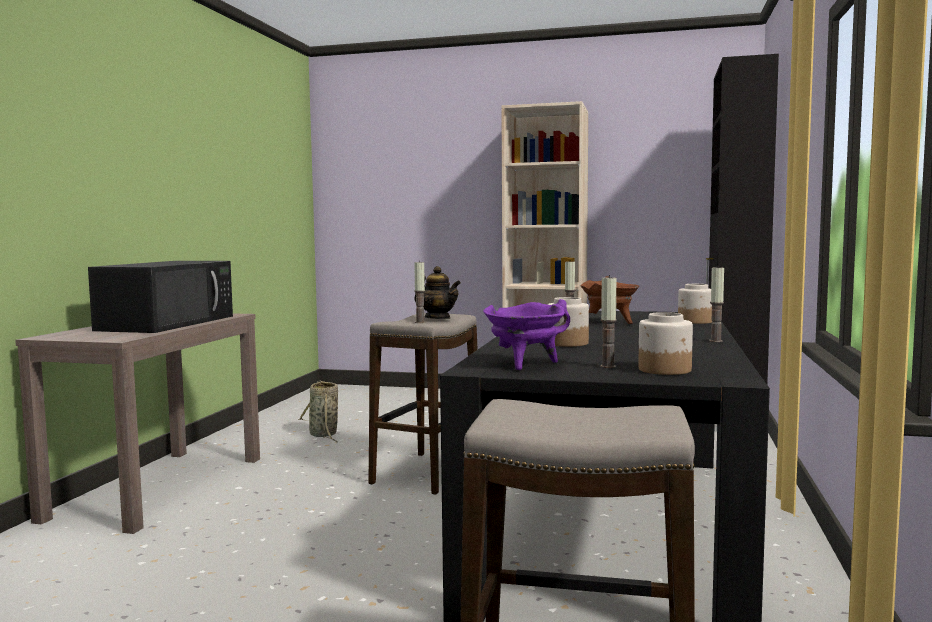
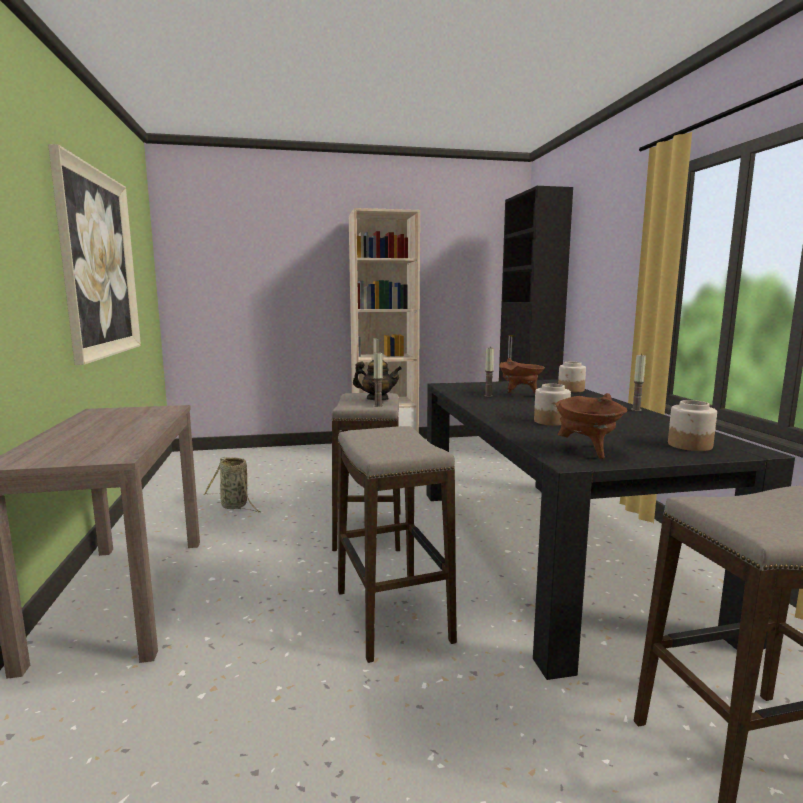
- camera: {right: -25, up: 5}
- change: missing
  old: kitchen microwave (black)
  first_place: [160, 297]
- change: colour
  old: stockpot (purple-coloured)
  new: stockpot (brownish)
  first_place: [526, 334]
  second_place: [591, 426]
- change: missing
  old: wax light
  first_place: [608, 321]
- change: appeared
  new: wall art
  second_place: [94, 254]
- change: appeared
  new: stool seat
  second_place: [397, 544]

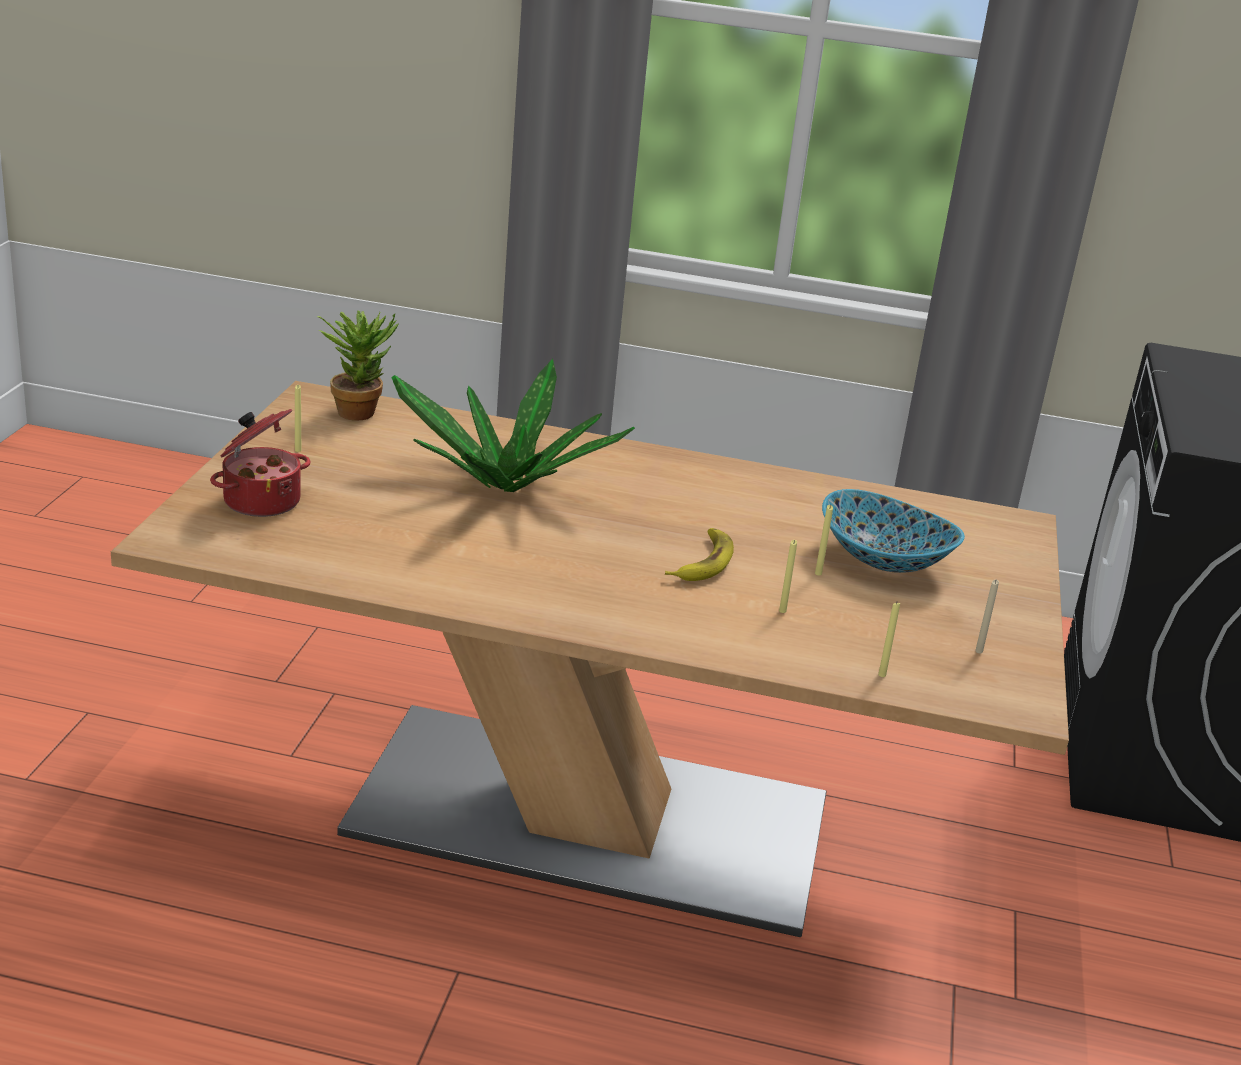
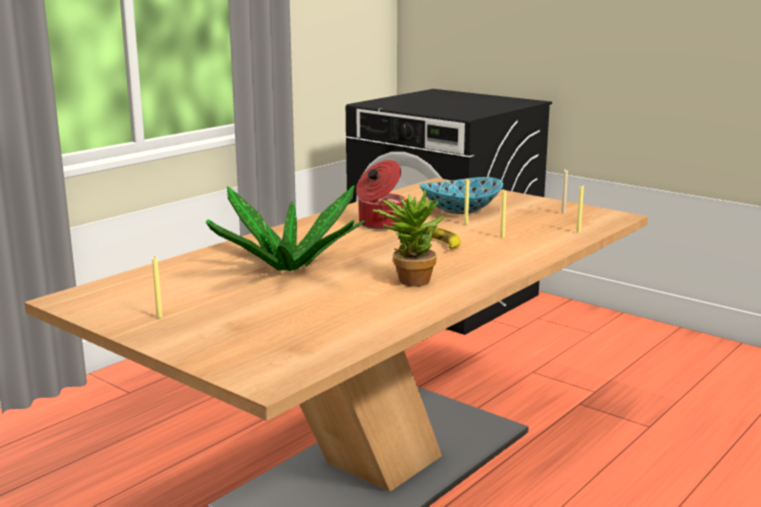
- camera: {right: -60, up: -10}
- change: relocated
  old: stockpot
  first_place: [260, 463]
  second_place: [381, 195]
- change: relocated
  old: potted plant
  first_place: [358, 365]
  second_place: [409, 237]

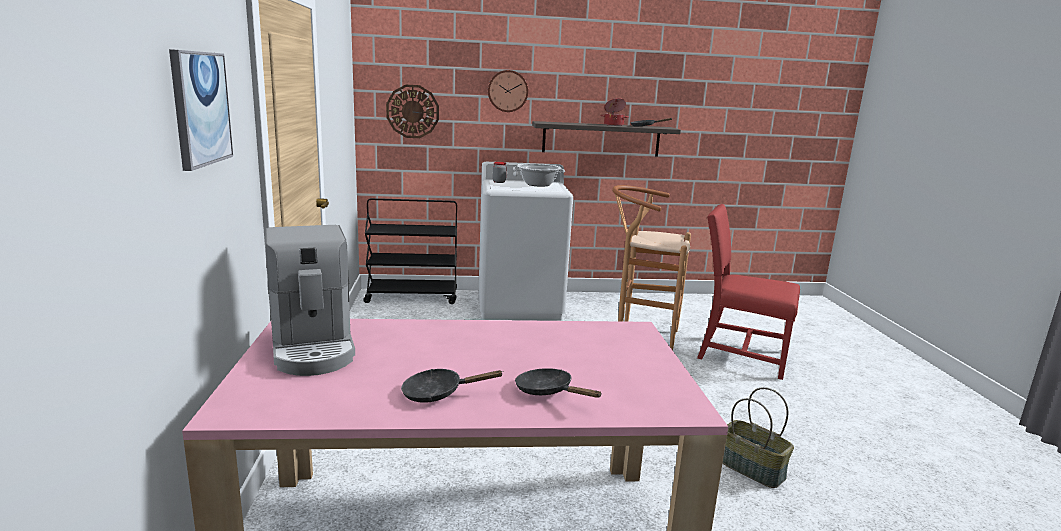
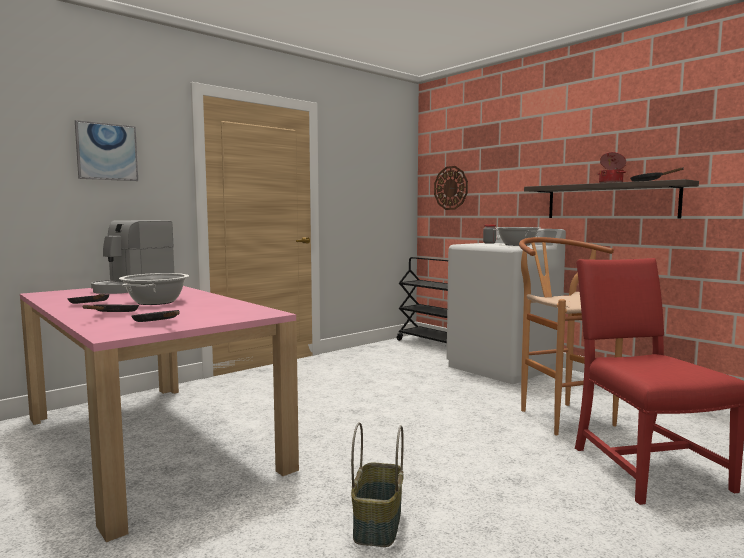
- camera: {right: 55, up: -10}
- change: missing
  old: wall clock
  first_place: [508, 91]
- change: appeared
  new: stockpot
  second_place: [154, 289]
- change: appeared
  new: skillet (black)
  second_place: [155, 316]

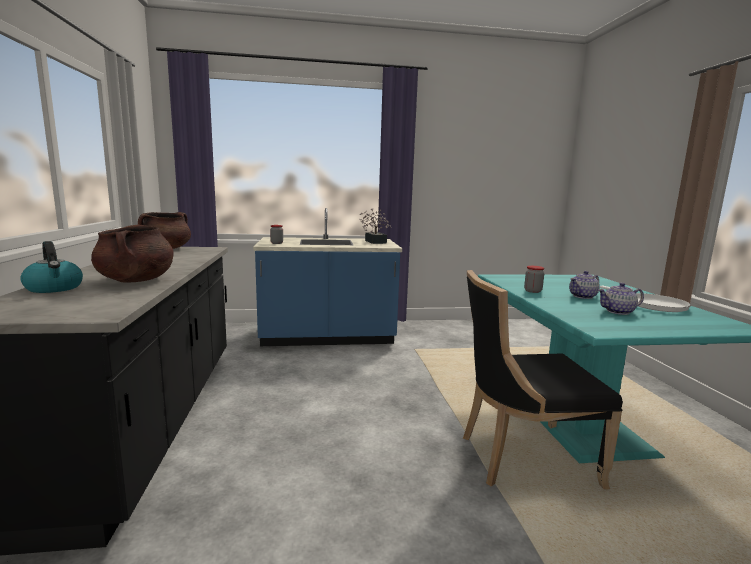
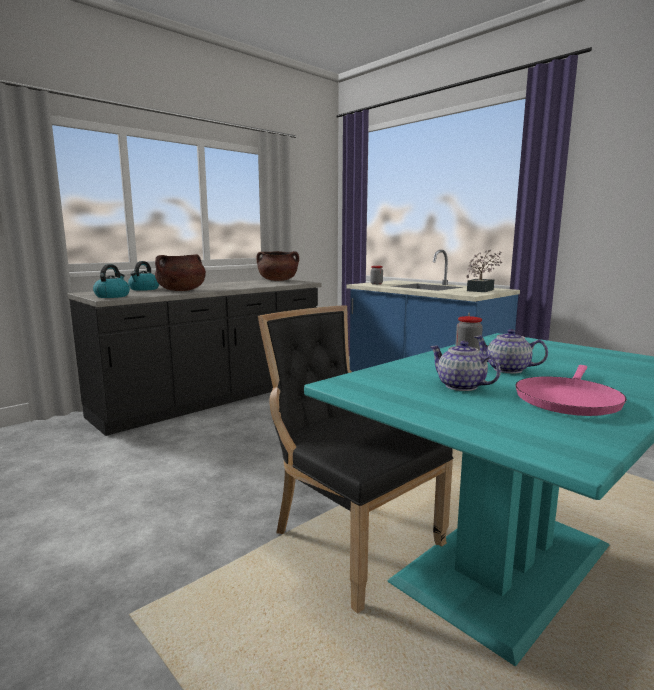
- camera: {right: 55, up: 0}
- change: colour
  old: skillet (white-coloured)
  new: skillet (pink-coloured)
  first_place: [645, 299]
  second_place: [571, 390]
- change: appeared
  new: tea kettle
  second_place: [111, 281]

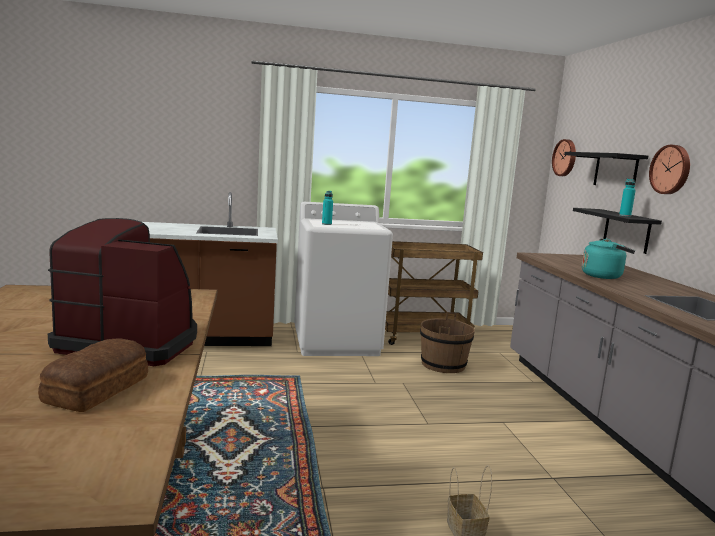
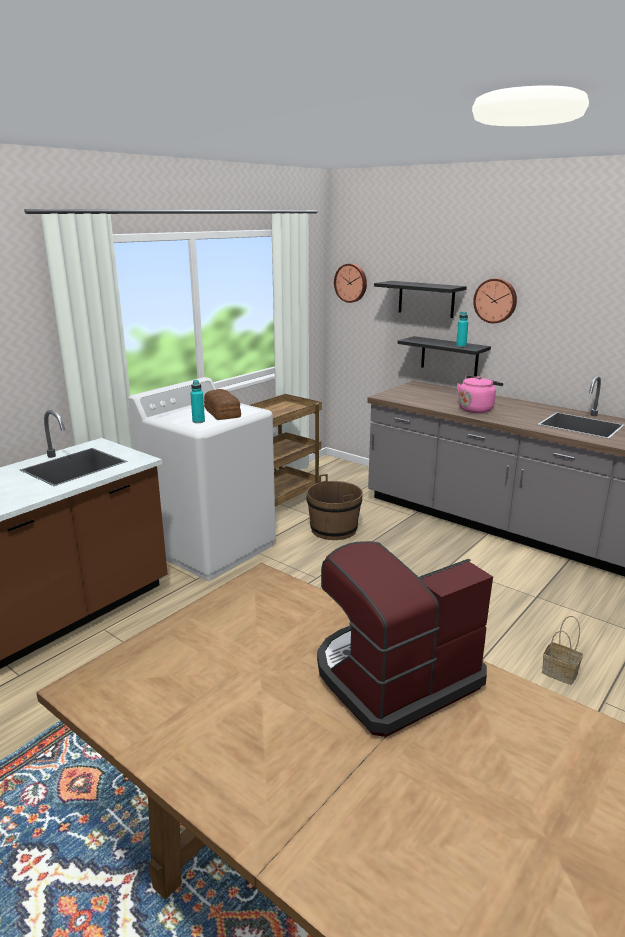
- camera: {right: -40, up: 10}
- change: relocated
  old: baked bread
  first_place: [93, 375]
  second_place: [222, 404]
- change: colour
  old: tea kettle (turquoise)
  new: tea kettle (pink-coloured)
  first_place: [608, 259]
  second_place: [480, 394]

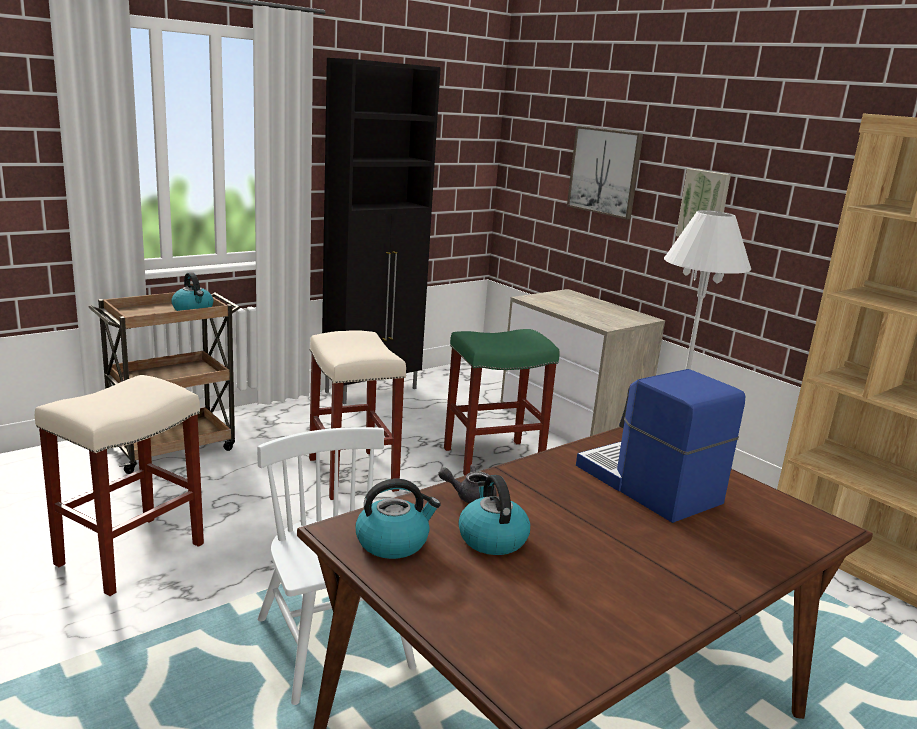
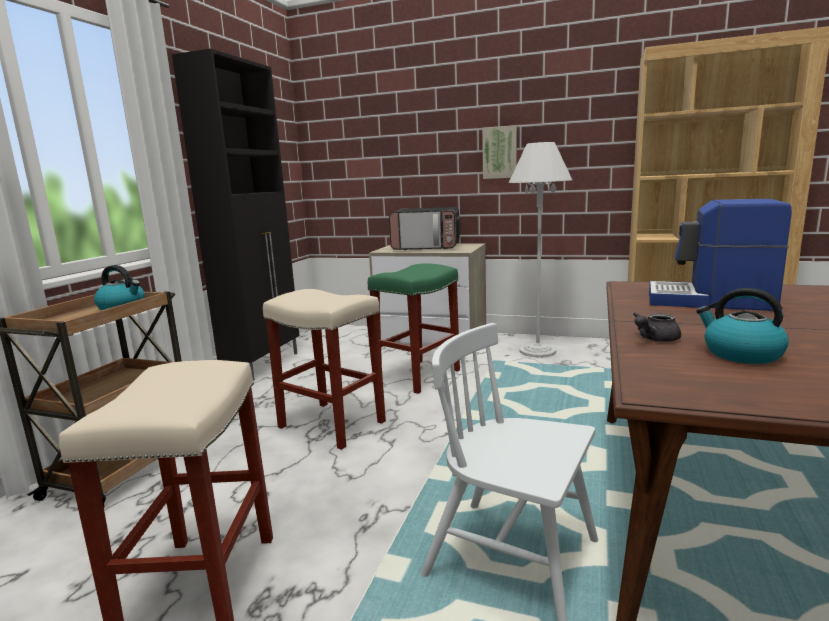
- camera: {right: -30, up: -5}
- change: missing
  old: tea kettle
  first_place: [398, 519]
- change: missing
  old: wall art
  first_place: [605, 172]
- change: appeared
  new: kitchen microwave
  second_place: [425, 228]

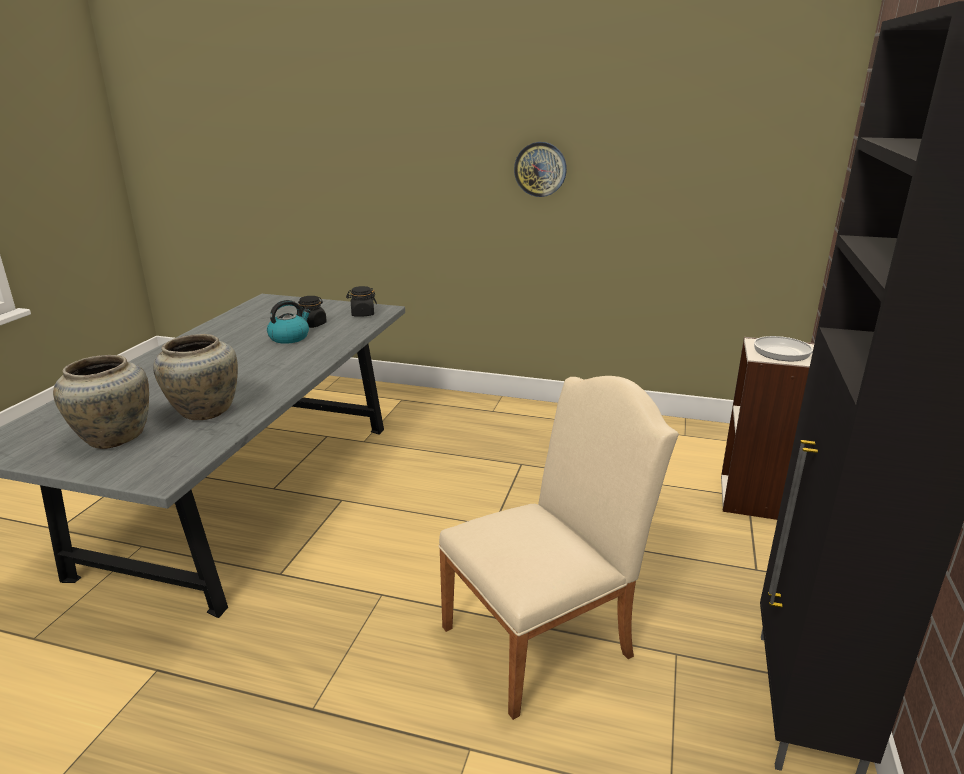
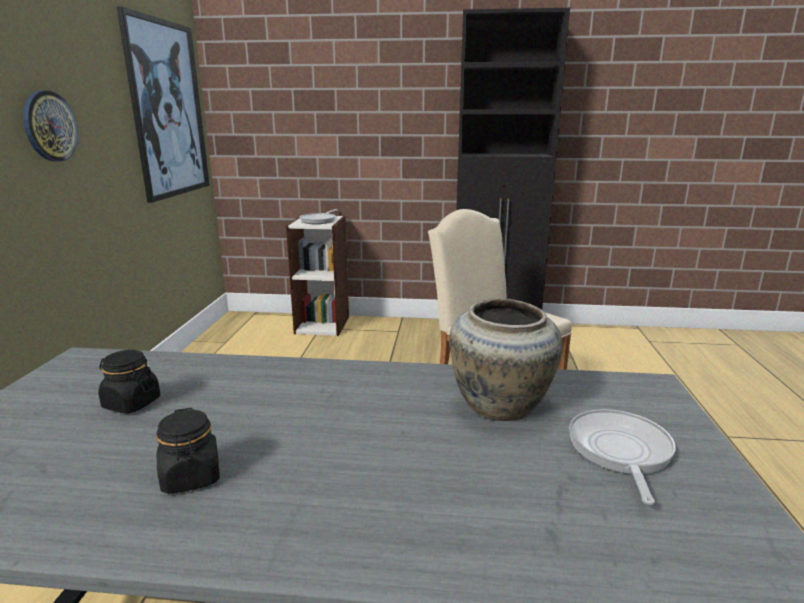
- camera: {right: -100, up: -5}
- change: exchanged
  old: flower vase (sand-coloured)
  new: skillet
  first_place: [101, 402]
  second_place: [622, 457]
- change: missing
  old: tea kettle
  first_place: [289, 322]
- change: relocated
  old: jar (black)
  first_place: [361, 301]
  second_place: [188, 451]
- change: appeared
  new: wall art
  second_place: [163, 105]

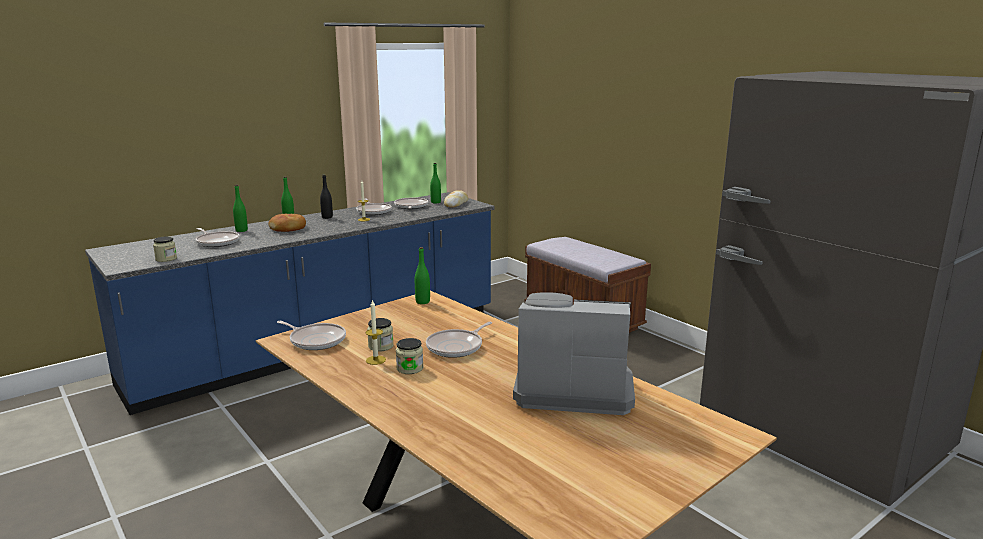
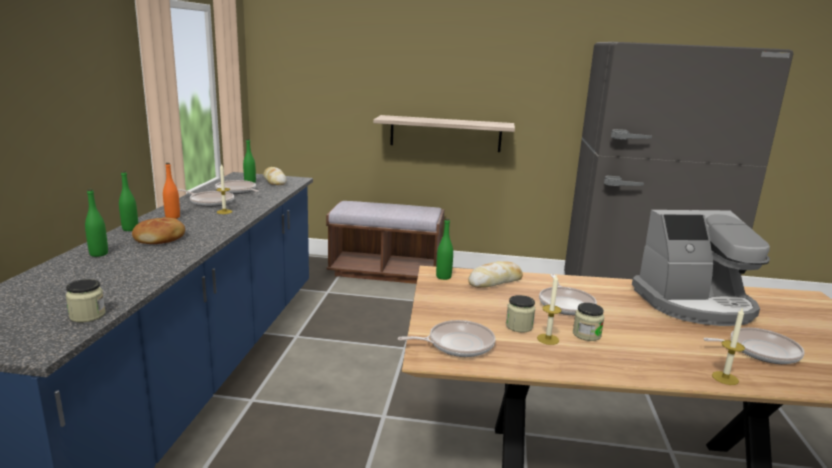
- camera: {right: -45, up: 0}
- change: relocated
  old: skillet
  first_place: [218, 237]
  second_place: [754, 345]
- change: colour
  old: bottle (black)
  new: bottle (orangey)
  first_place: [326, 196]
  second_place: [171, 191]
- change: spun
  old: coffee maker
  first_place: [574, 353]
  second_place: [701, 268]
  degrees: -150
- change: appeared
  new: shelf
  second_place: [444, 133]
- change: appeared
  new: baked bread
  second_place: [495, 274]
- change: appeared
  new: wax light
  second_place: [728, 346]

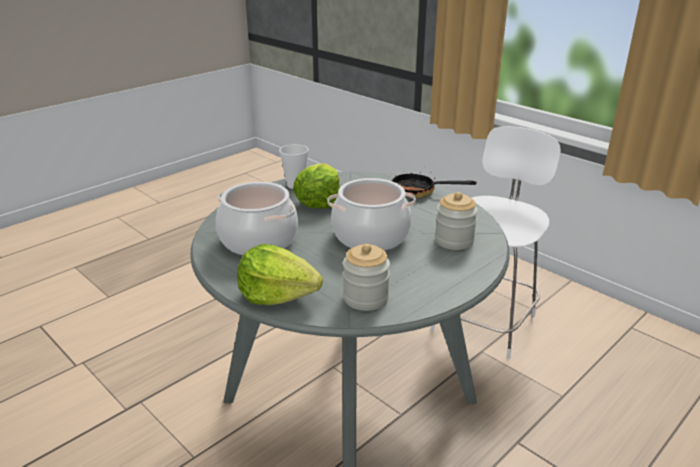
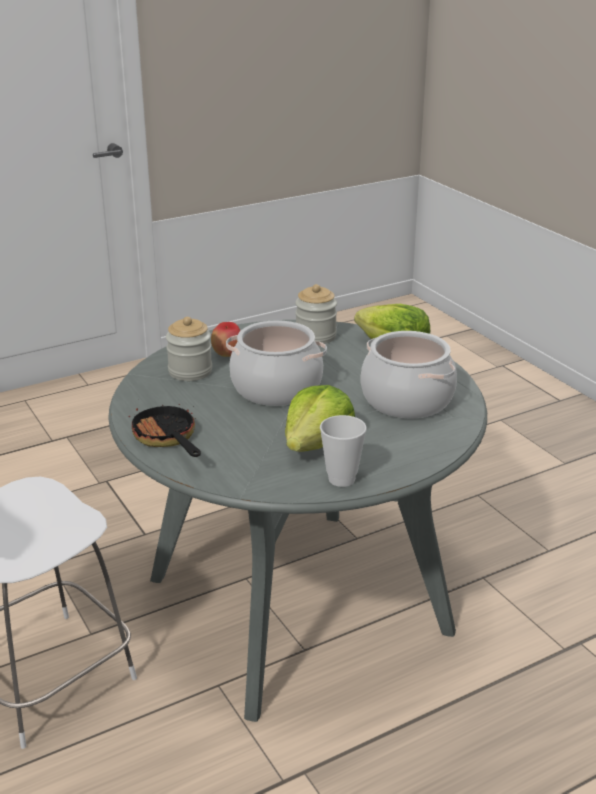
- camera: {right: -165, up: 0}
- change: spun
  old: skillet
  first_place: [434, 184]
  second_place: [164, 428]
  degrees: -150
- change: appeared
  new: apple
  second_place: [225, 339]

